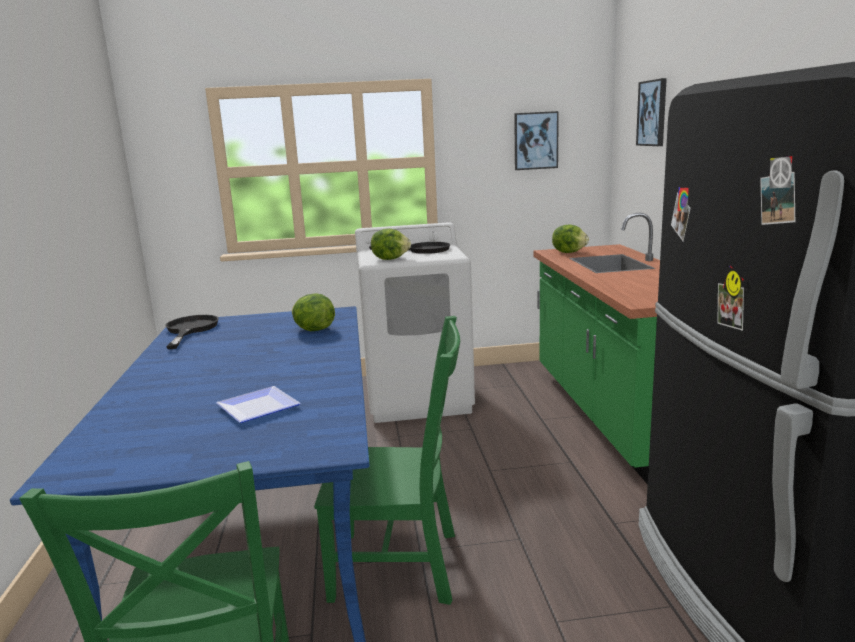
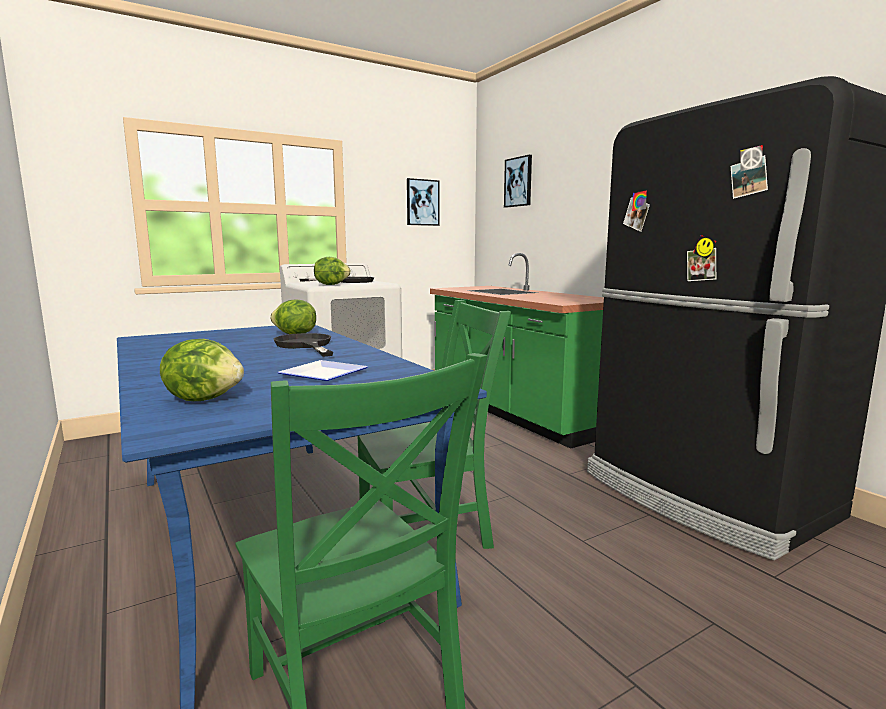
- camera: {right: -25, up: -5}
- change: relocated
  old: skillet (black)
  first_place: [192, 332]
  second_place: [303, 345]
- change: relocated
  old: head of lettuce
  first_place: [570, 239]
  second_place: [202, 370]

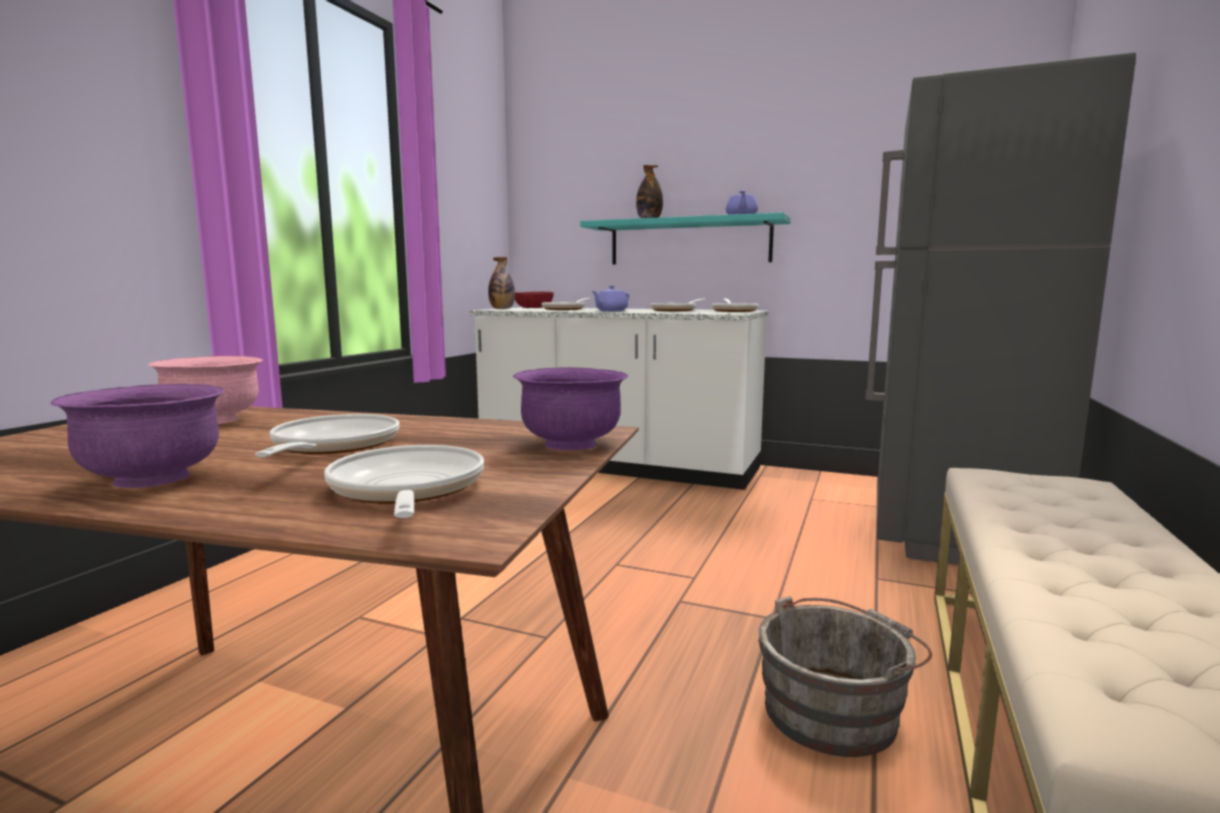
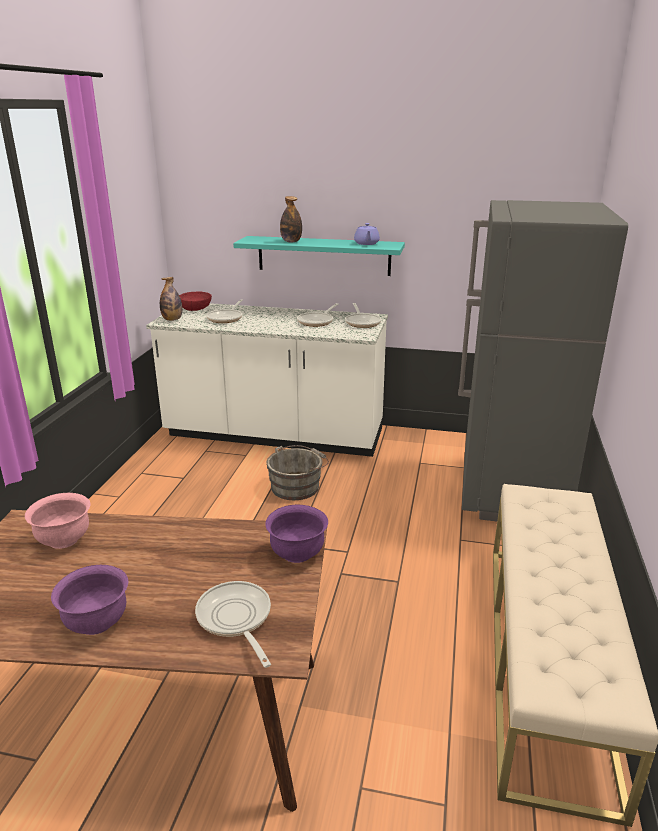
- camera: {right: -10, up: 15}
- change: missing
  old: skillet
  first_place: [327, 435]
- change: missing
  old: pot for tea (purple-coloured)
  first_place: [610, 298]
- change: relocated
  old: water bucket (grey)
  first_place: [845, 676]
  second_place: [297, 472]

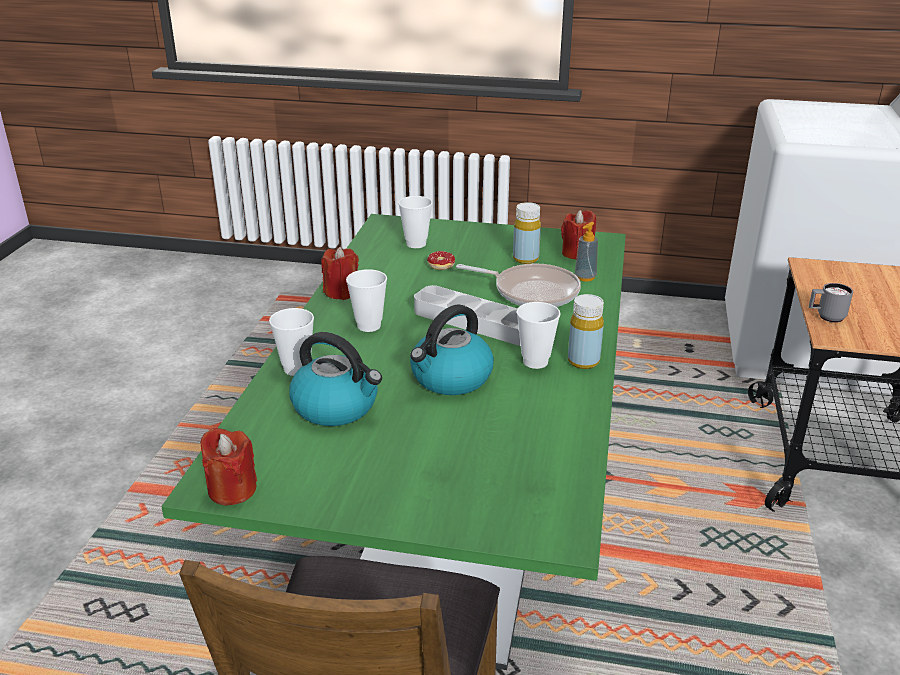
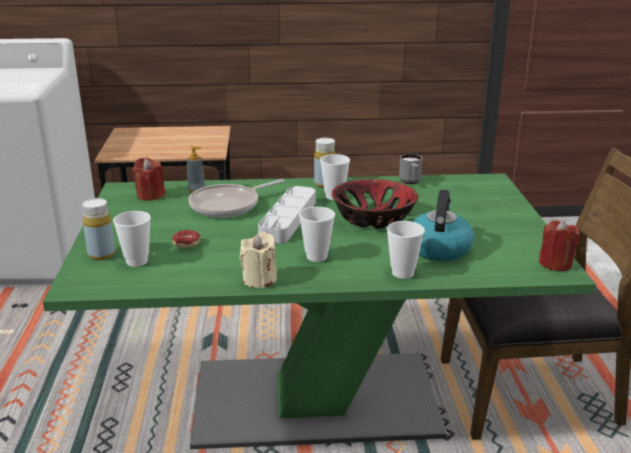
- camera: {right: -105, up: -5}
- change: colour
  old: wax light (reddish)
  new: wax light (sand-coloured)
  first_place: [340, 273]
  second_place: [258, 260]
- change: exchanged
  old: tea kettle
  new: serving bowl
  first_place: [452, 349]
  second_place: [375, 204]
- change: spun
  old: skillet
  first_place: [518, 285]
  second_place: [236, 198]
  degrees: -135
- change: relocated
  old: bottle (yellowish)
  first_place: [527, 233]
  second_place: [98, 229]
- change: relocated
  old: tea mug (grey)
  first_place: [831, 303]
  second_place: [410, 169]

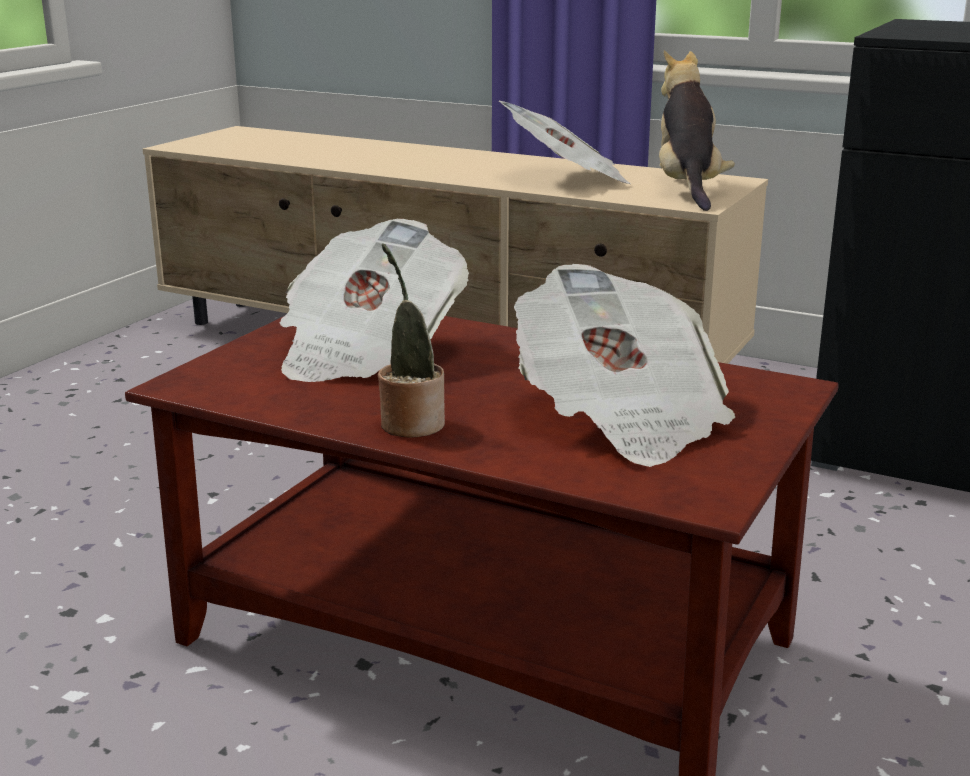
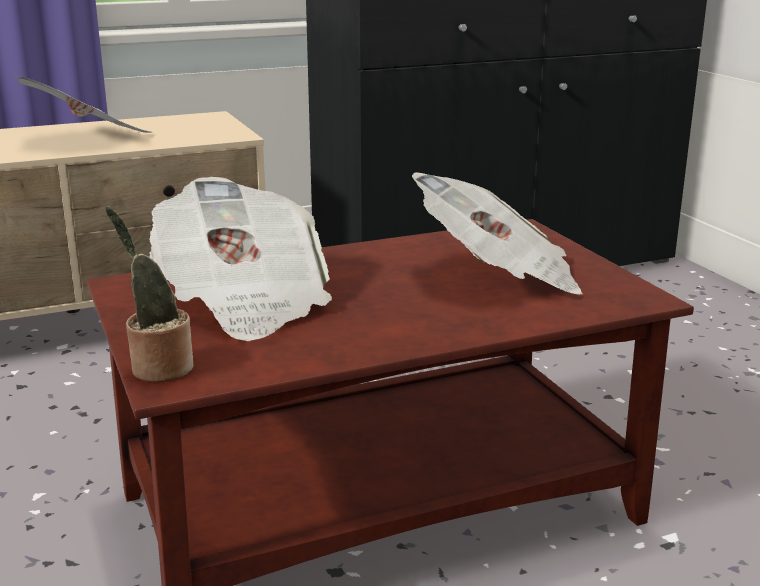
- camera: {right: -50, up: 0}
- change: relocated
  old: potted plant
  first_place: [411, 340]
  second_place: [149, 294]
- change: missing
  old: plush toy
  first_place: [697, 130]

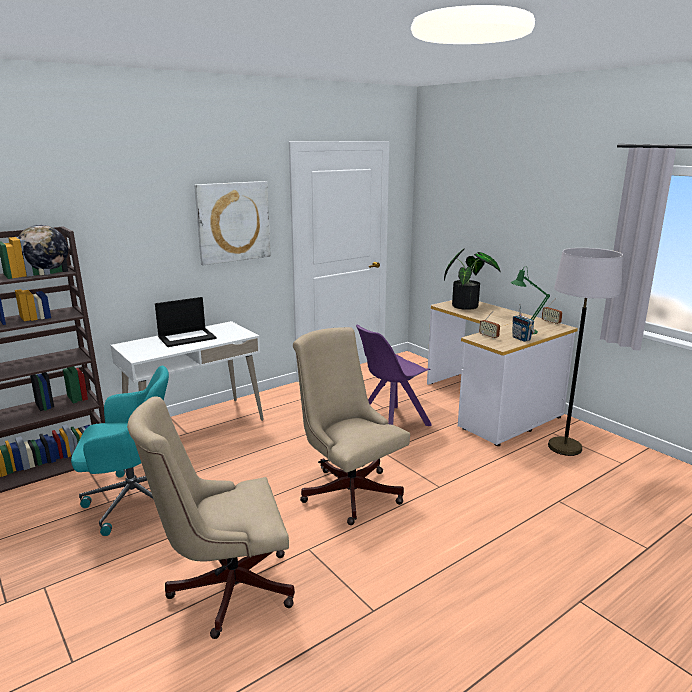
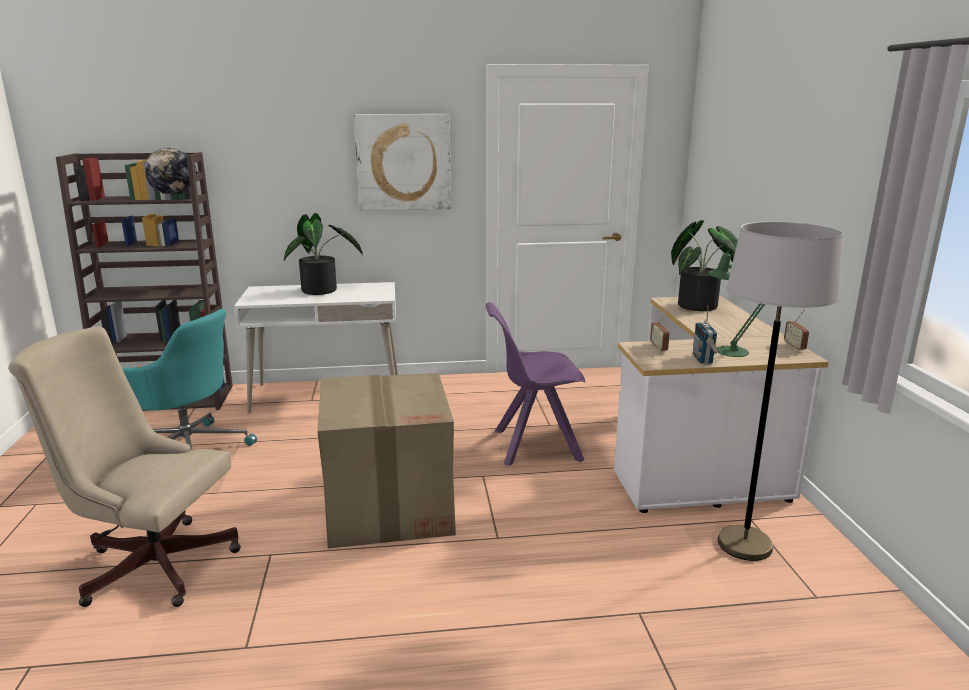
- camera: {right: 30, up: 0}
- change: exchanged
  old: notebook computer
  new: potted plant
  first_place: [186, 322]
  second_place: [323, 254]
- change: exchanged
  old: office chair (sand-coloured)
  new: cardboard box
  first_place: [351, 426]
  second_place: [386, 460]

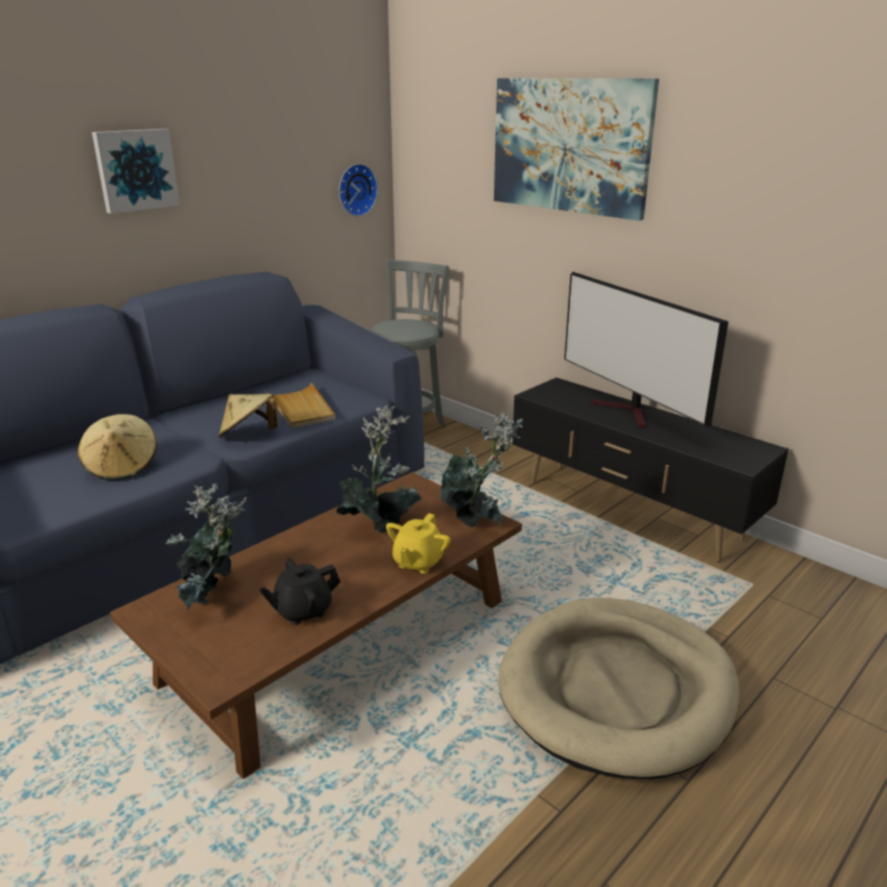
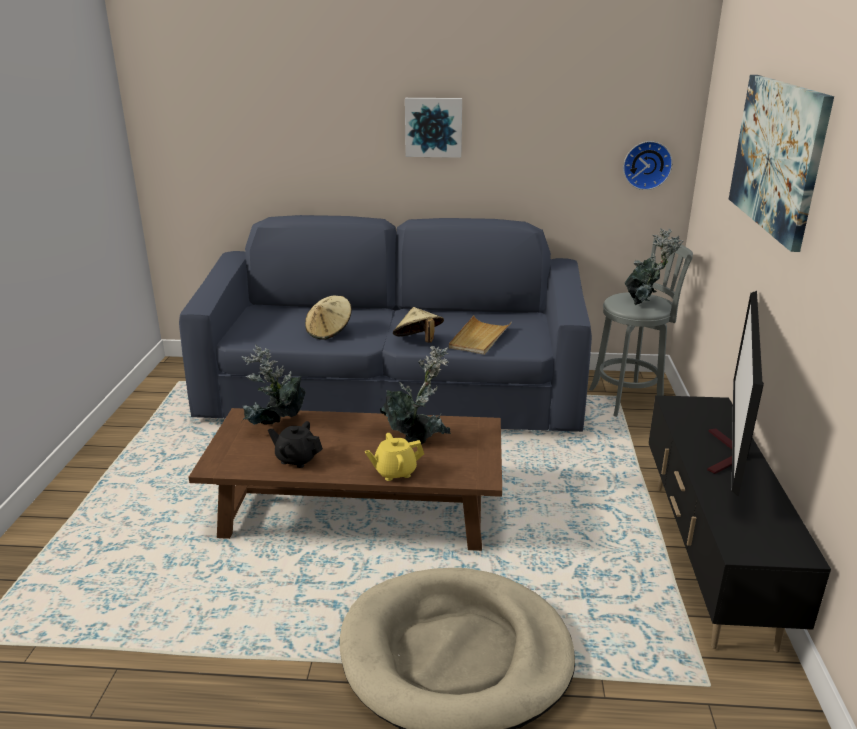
- camera: {right: 50, up: 0}
- change: relocated
  old: potted plant
  first_place: [481, 469]
  second_place: [653, 266]

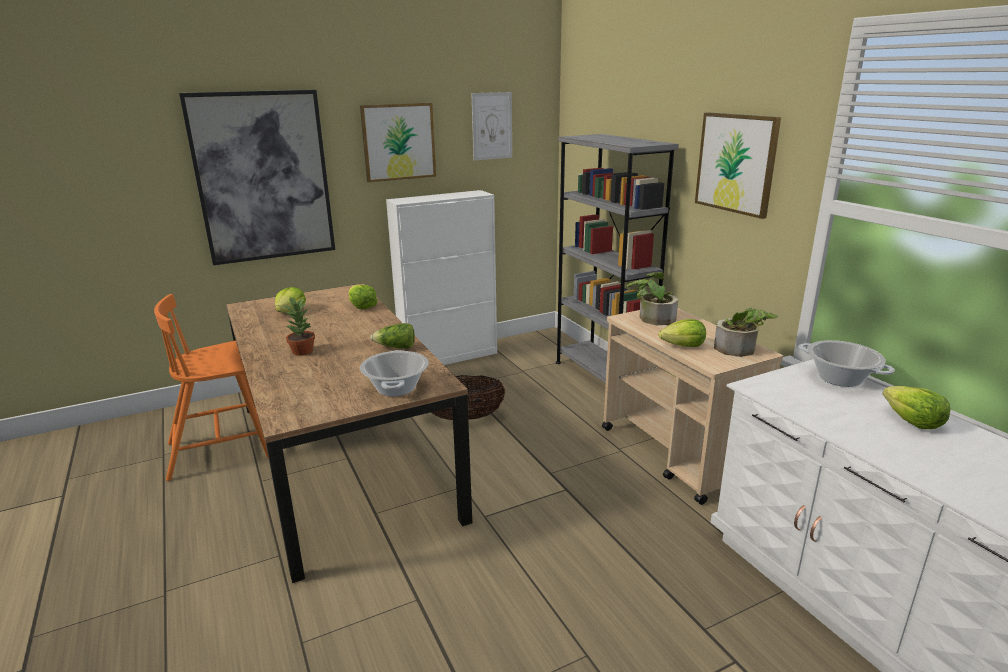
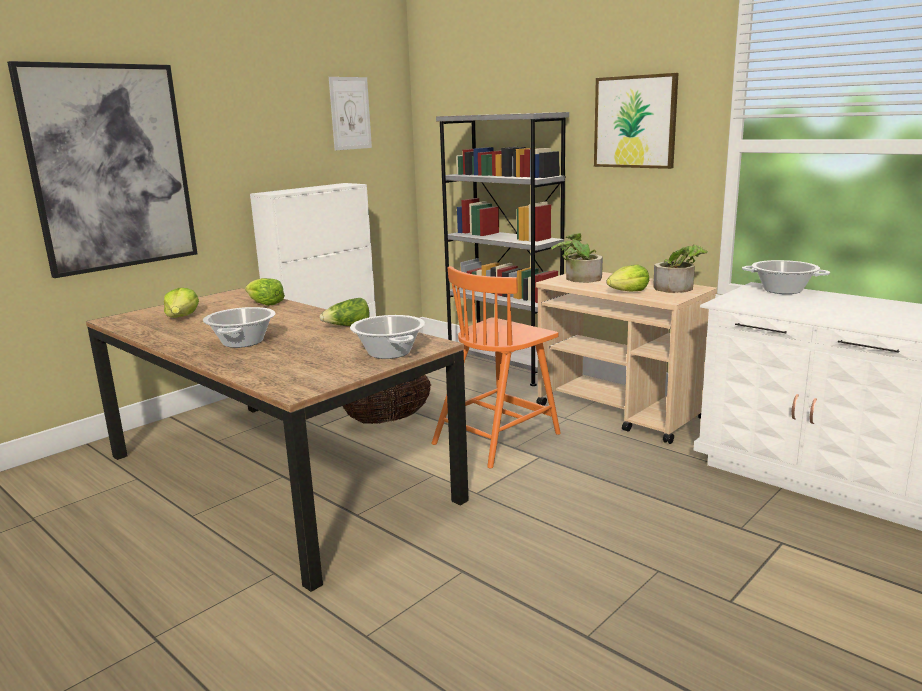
- camera: {right: -20, up: -5}
- change: relocated
  old: plain chair (orangey)
  first_place: [211, 387]
  second_place: [496, 367]
- change: exchanged
  old: potted plant
  new: stockpot
  first_place: [299, 326]
  second_place: [239, 327]
- change: missing
  old: wall art
  first_place: [398, 142]
- change: missing
  old: head of lettuce
  first_place: [916, 407]

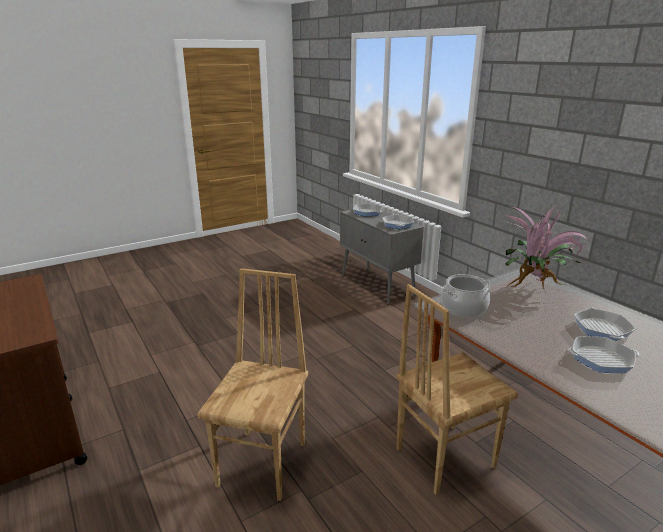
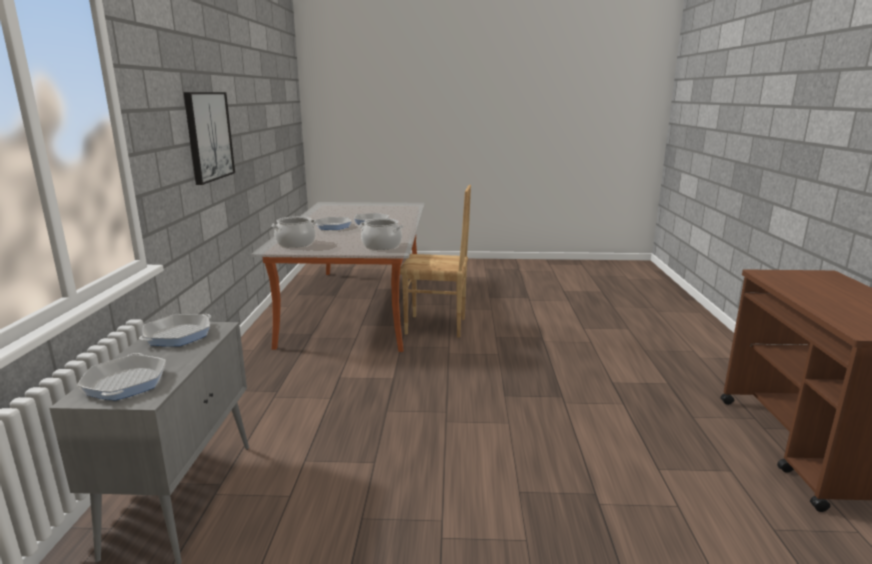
- camera: {right: -145, up: -5}
- change: missing
  old: plain chair (brownish)
  first_place: [252, 384]
- change: exchanged
  old: potted plant
  new: stockpot
  first_place: [546, 248]
  second_place: [294, 232]
- change: appeared
  new: wall art
  second_place: [209, 138]

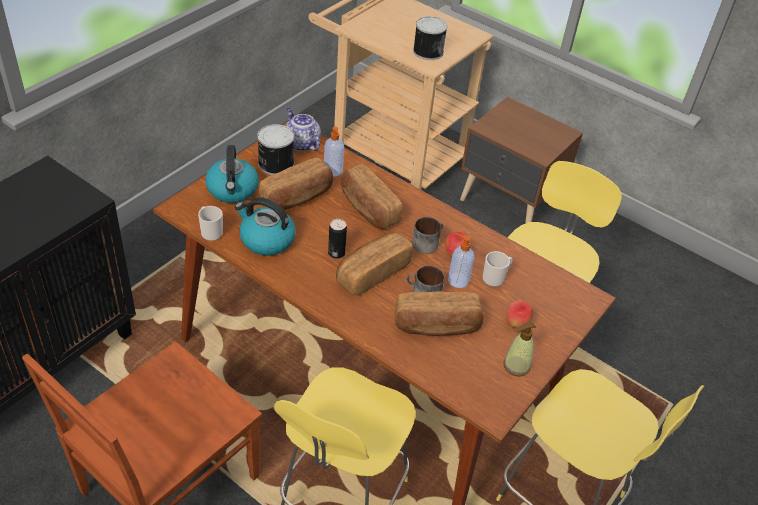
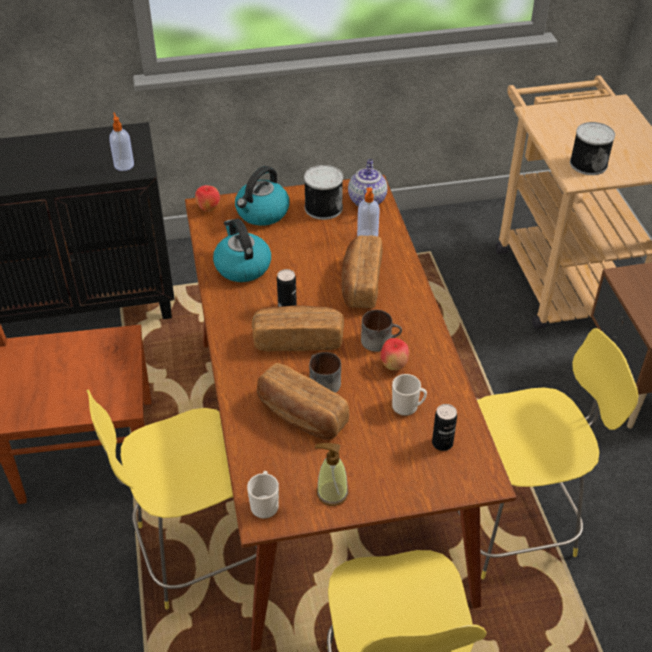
- camera: {right: 45, up: 0}
- change: relocated
  old: tea mug
  first_place: [210, 223]
  second_place: [263, 495]
- change: missing
  old: baked bread
  first_place: [296, 184]
- change: relocated
  old: soap dispenser
  first_place: [461, 260]
  second_place: [121, 142]
- change: relocated
  old: apple
  first_place: [519, 315]
  second_place: [207, 198]
- change: appeared
  new: sealed can
  second_place: [444, 427]

